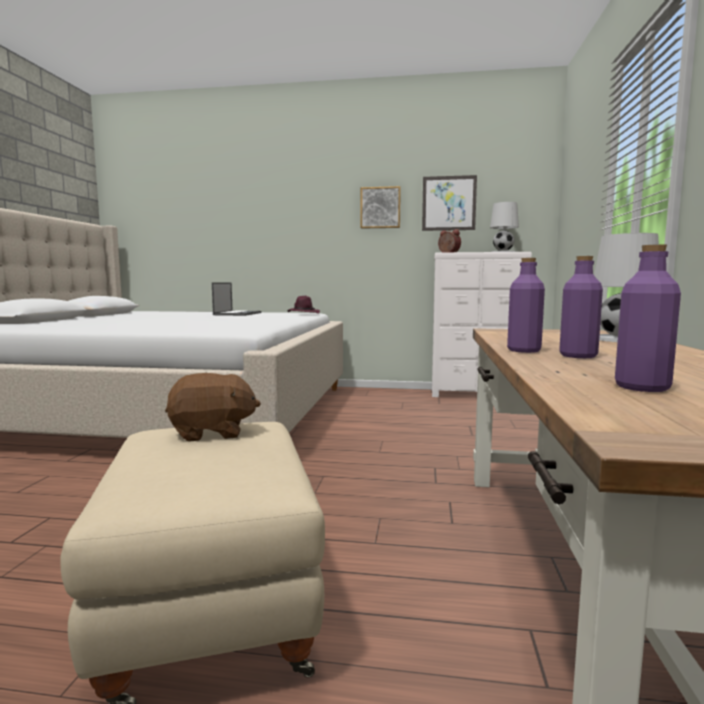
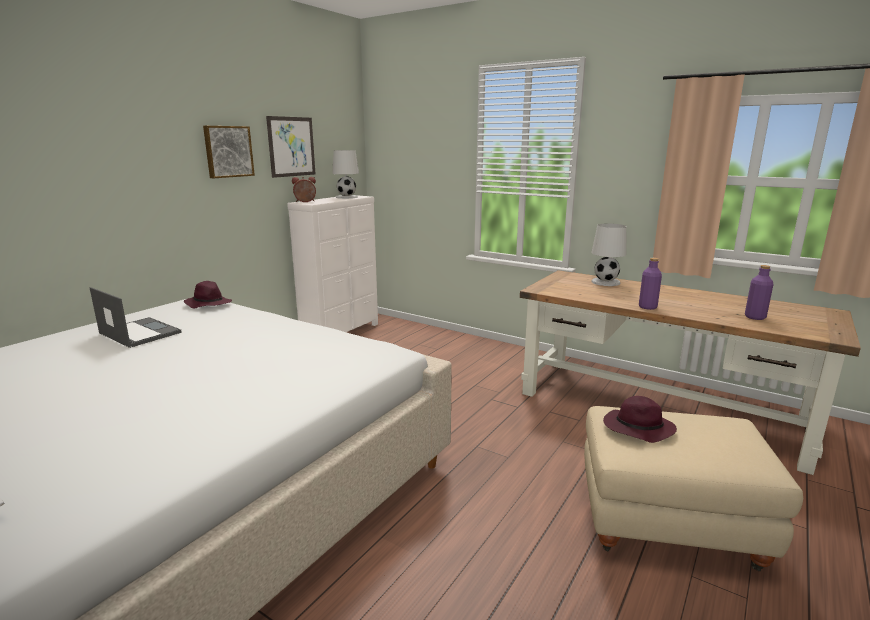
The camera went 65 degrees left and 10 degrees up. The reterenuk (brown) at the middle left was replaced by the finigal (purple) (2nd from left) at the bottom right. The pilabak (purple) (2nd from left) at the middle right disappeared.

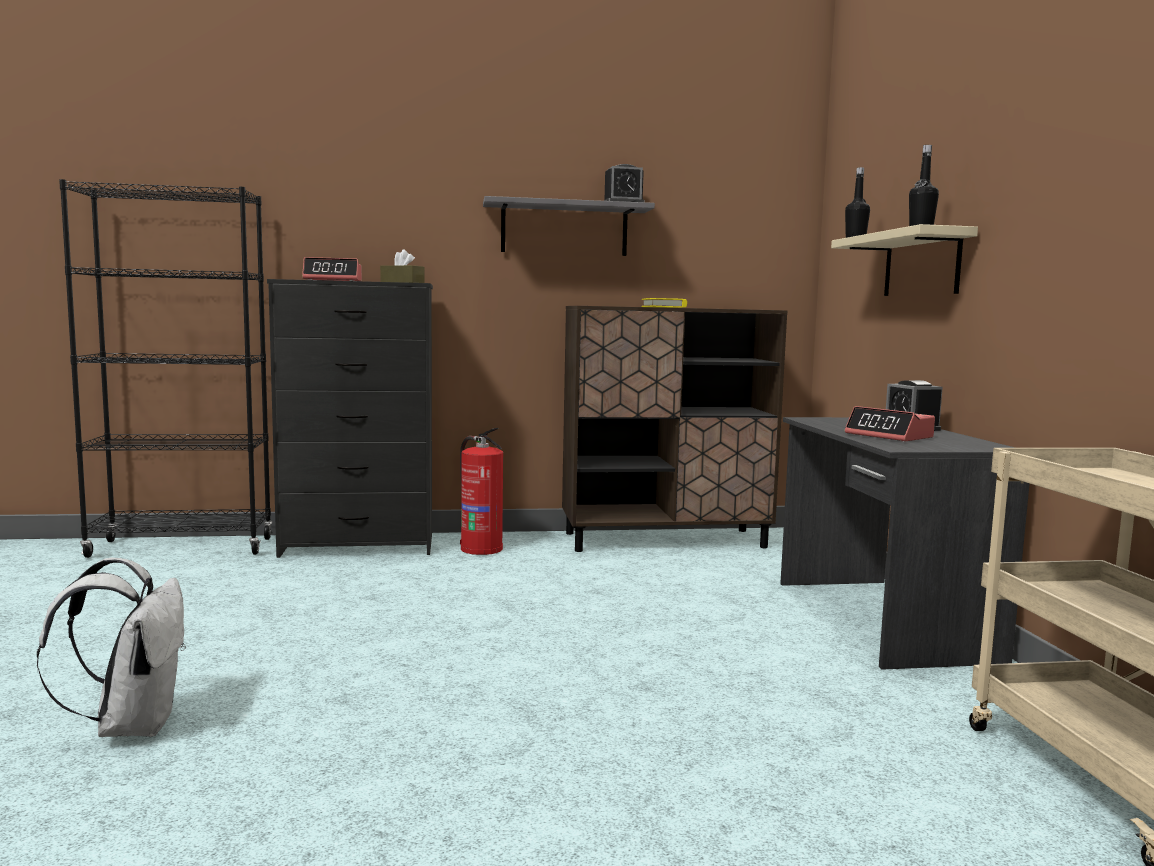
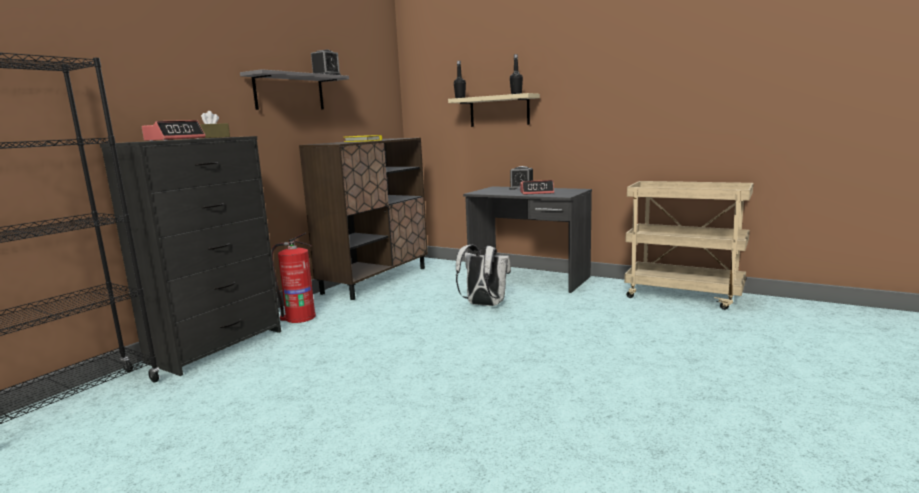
The camera went 50 degrees left and 5 degrees up. The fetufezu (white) moved from the bottom left to the centre.

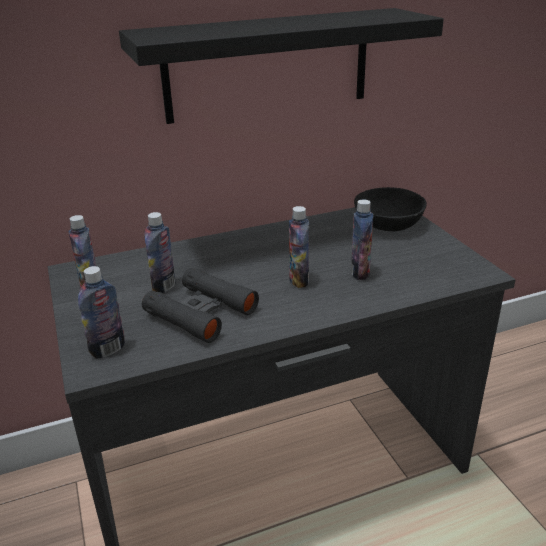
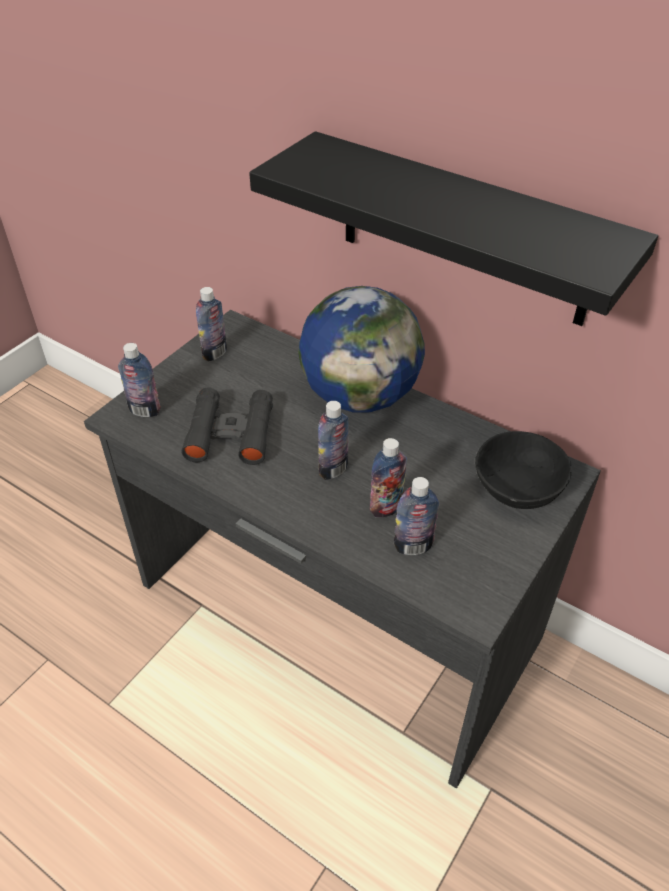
The camera went 55 degrees right and 15 degrees up. The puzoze at the centre appeared. The pilabak (3rd from left in the first image) moved from the middle left to the centre.

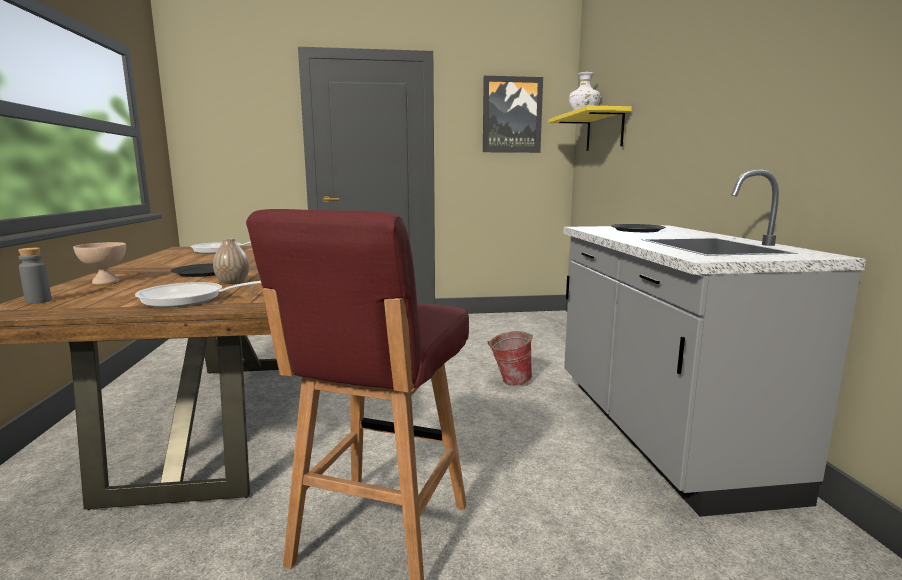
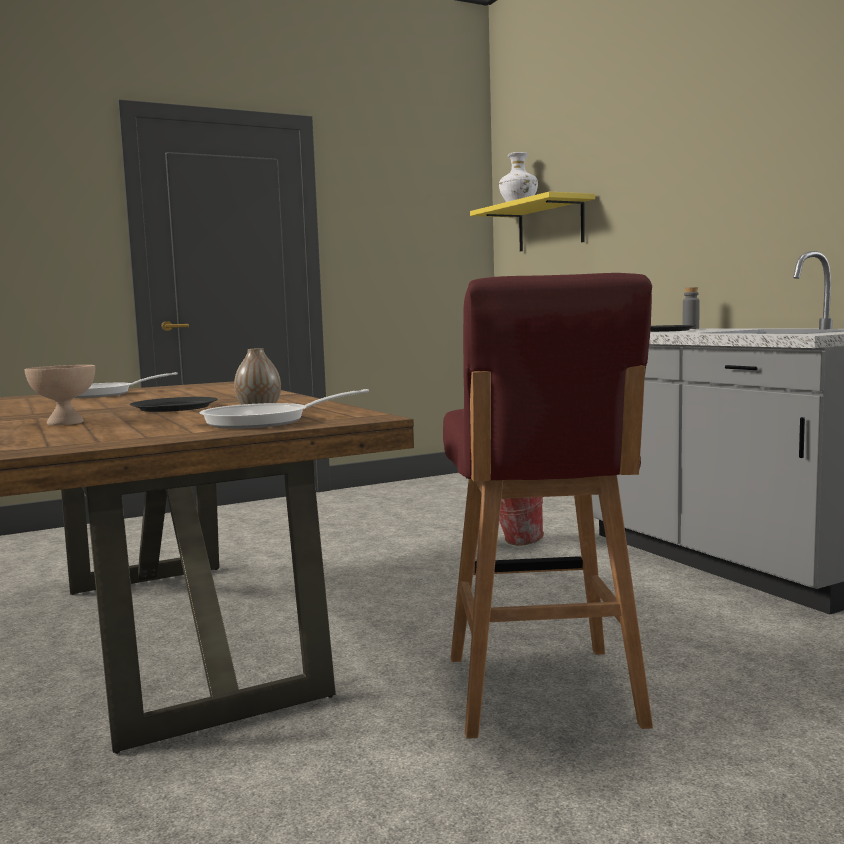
The camera went 20 degrees left and 5 degrees down. The pilabak (grey) moved from the middle left to the middle right. The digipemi at the top centre disappeared.

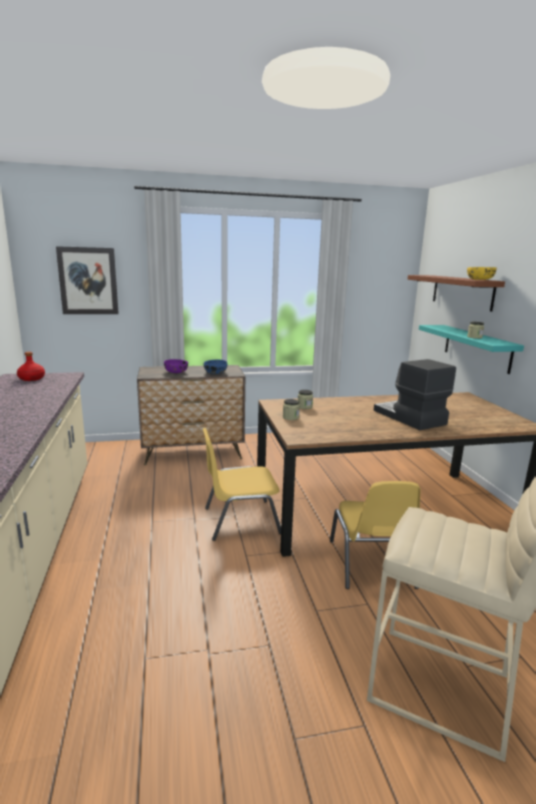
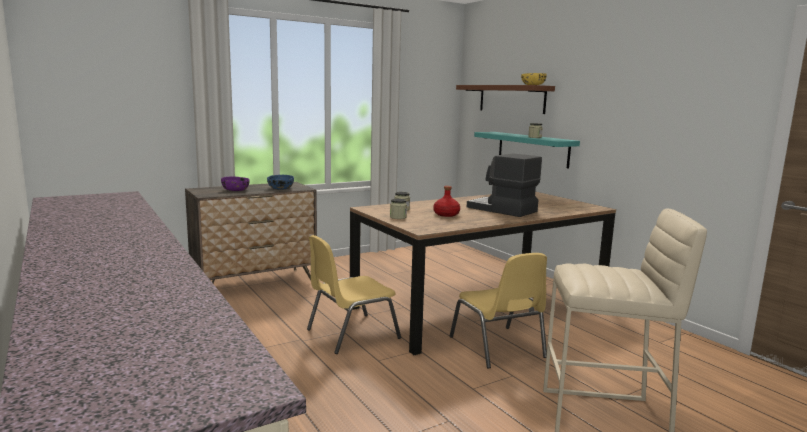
The camera went 20 degrees left and 5 degrees down. The pilabak (red) moved from the middle left to the centre. The digipemi at the middle left disappeared.

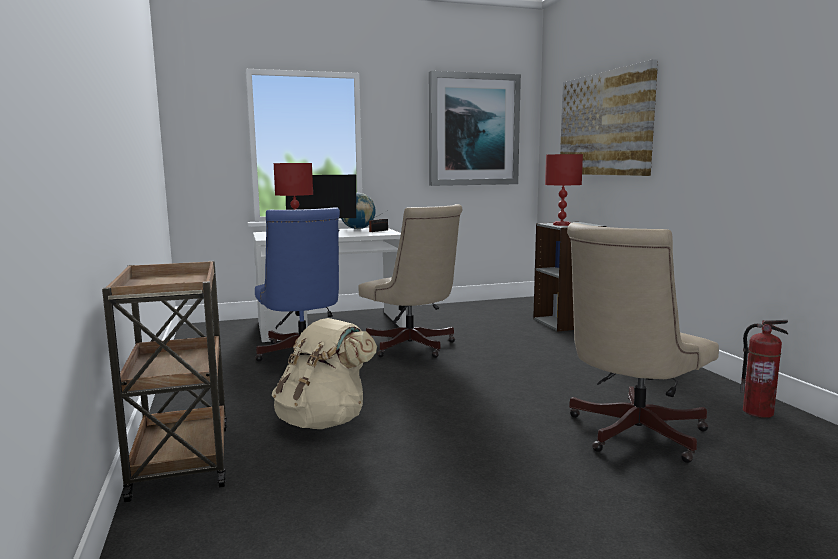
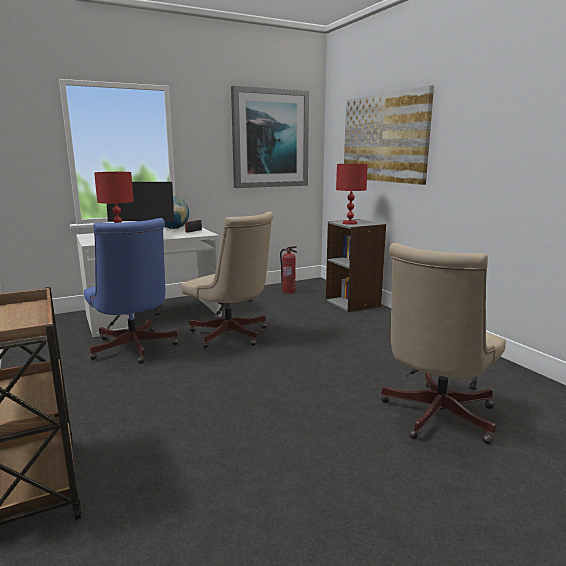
The camera went 10 degrees left and 5 degrees up. The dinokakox moved from the middle right to the centre. The fetufezu (beige) at the bottom centre disappeared.

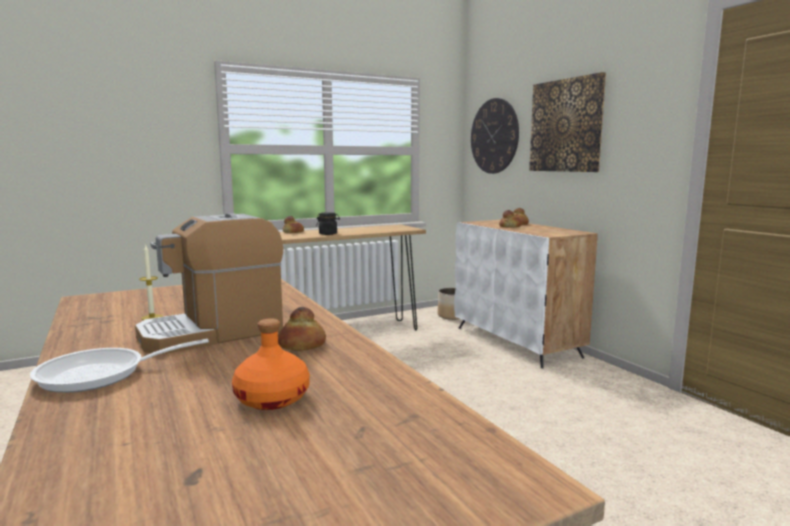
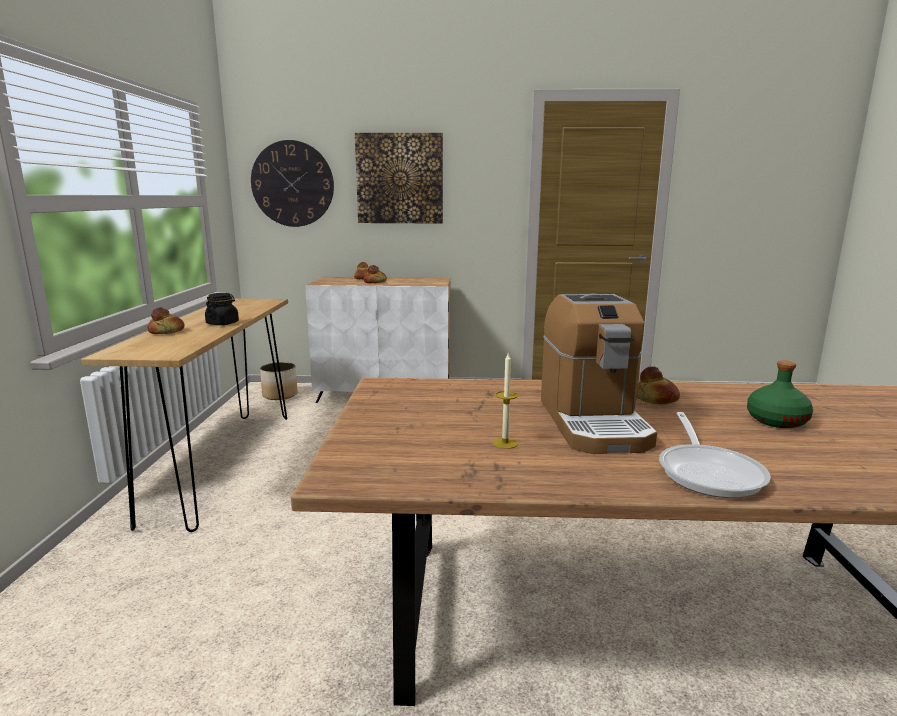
The camera went 60 degrees left and 5 degrees up. The pilabak (orange) at the bottom centre became the pilabak (green) at the middle right.

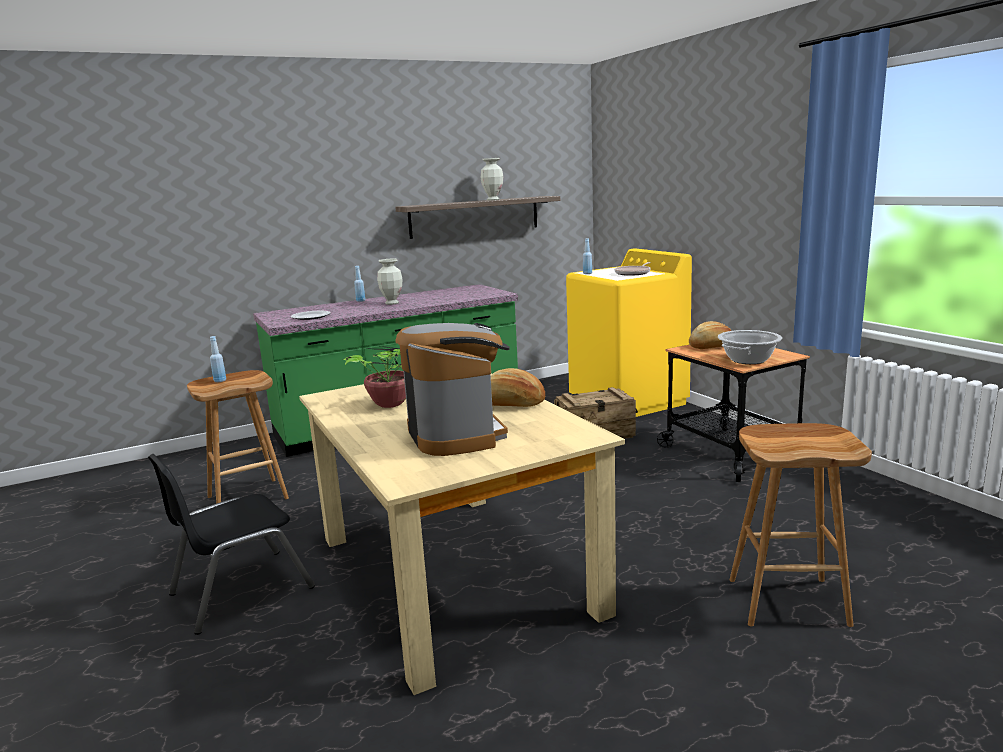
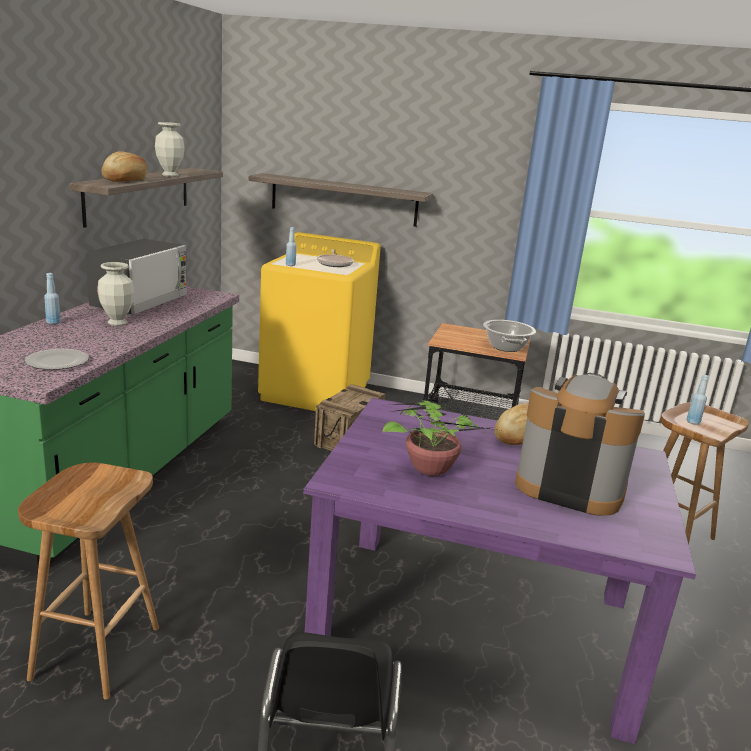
The camera went 50 degrees left and 5 degrees up. The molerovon at the middle left appeared. The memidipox (2nd from left in the first image) moved from the middle right to the top left. The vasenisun (2nd from left) at the top centre appeared. The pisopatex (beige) at the bottom centre became the pisopatex (purple) at the bottom centre. The pilabak (blue) (1st from left in the first image) moved from the middle left to the middle right.

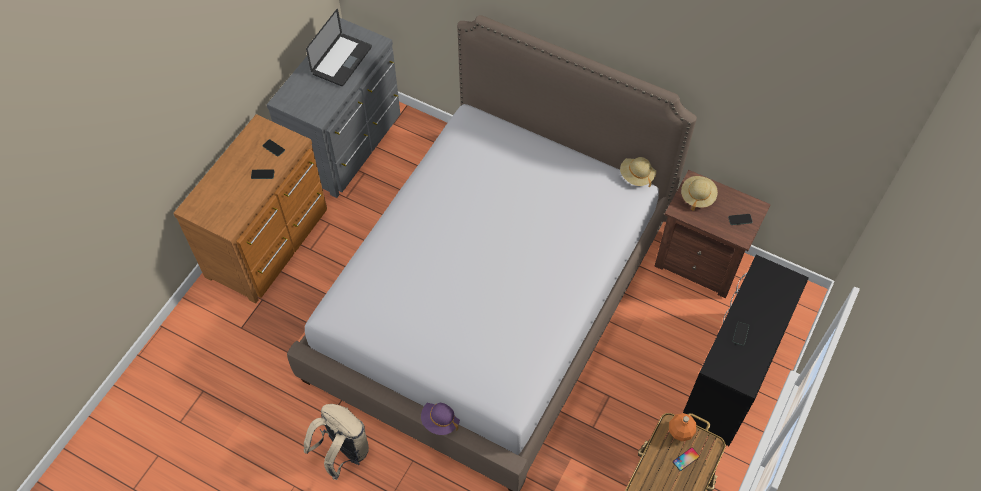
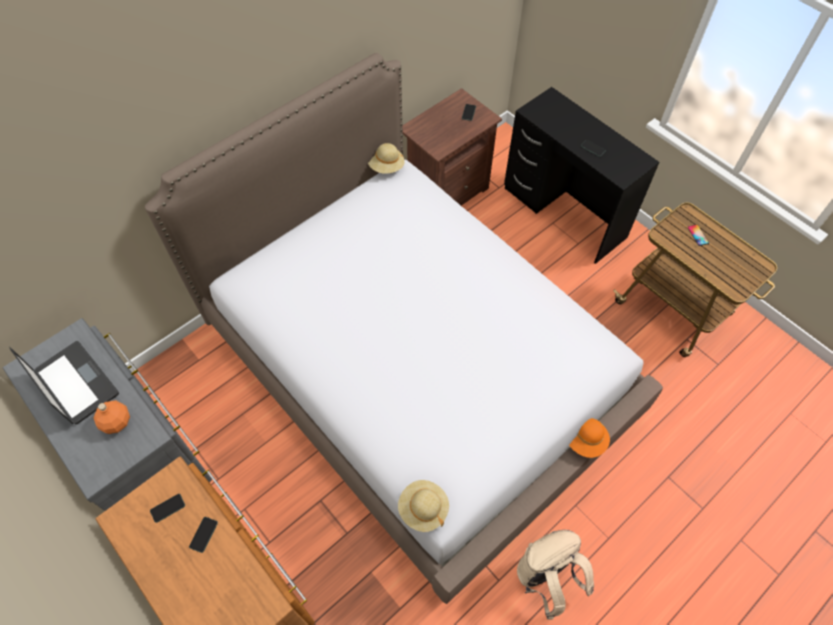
The camera went 70 degrees left and 0 degrees up. The pilabak (orange) moved from the bottom right to the bottom left. The finigal (beige) (2nd from left) moved from the middle right to the bottom centre. The finigal (purple) at the bottom centre became the finigal (orange) at the bottom right.

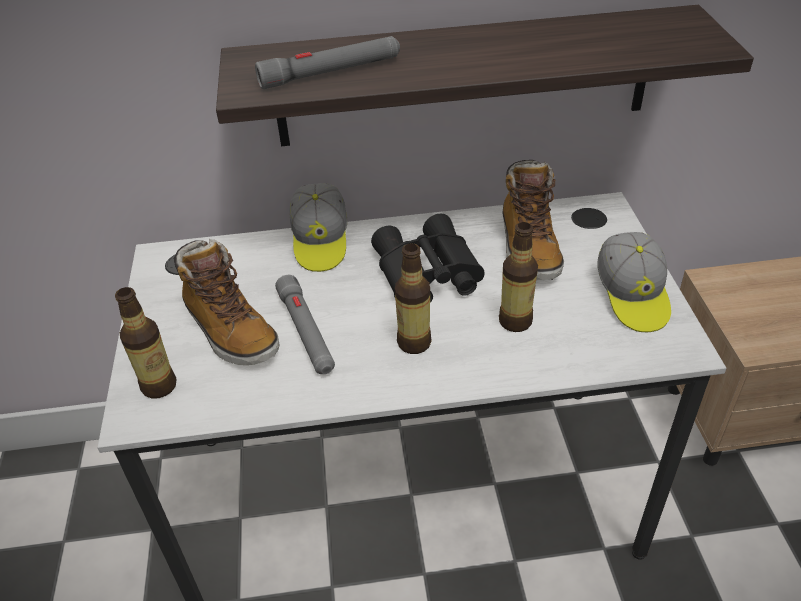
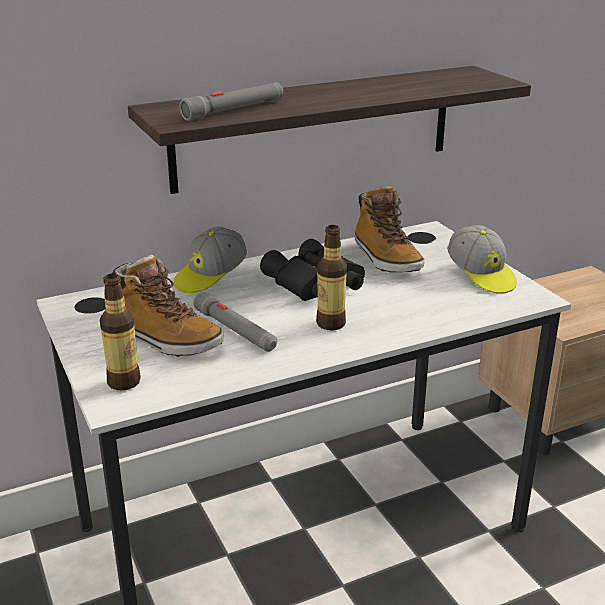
The camera went 20 degrees left and 15 degrees down. The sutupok (1st from left) at the centre turned 60 degrees clockwise. The pilabak (3rd from left) at the centre disappeared.

